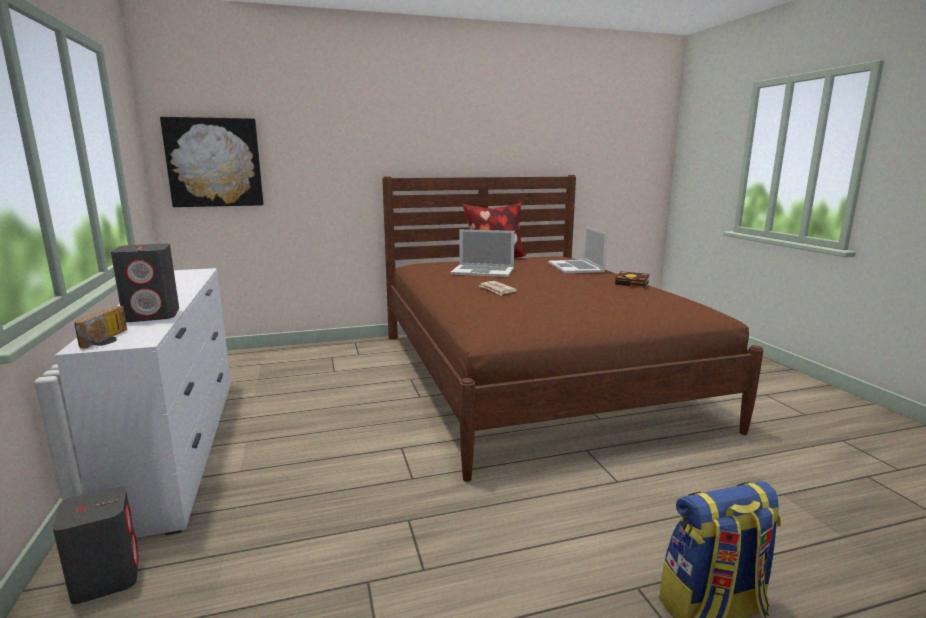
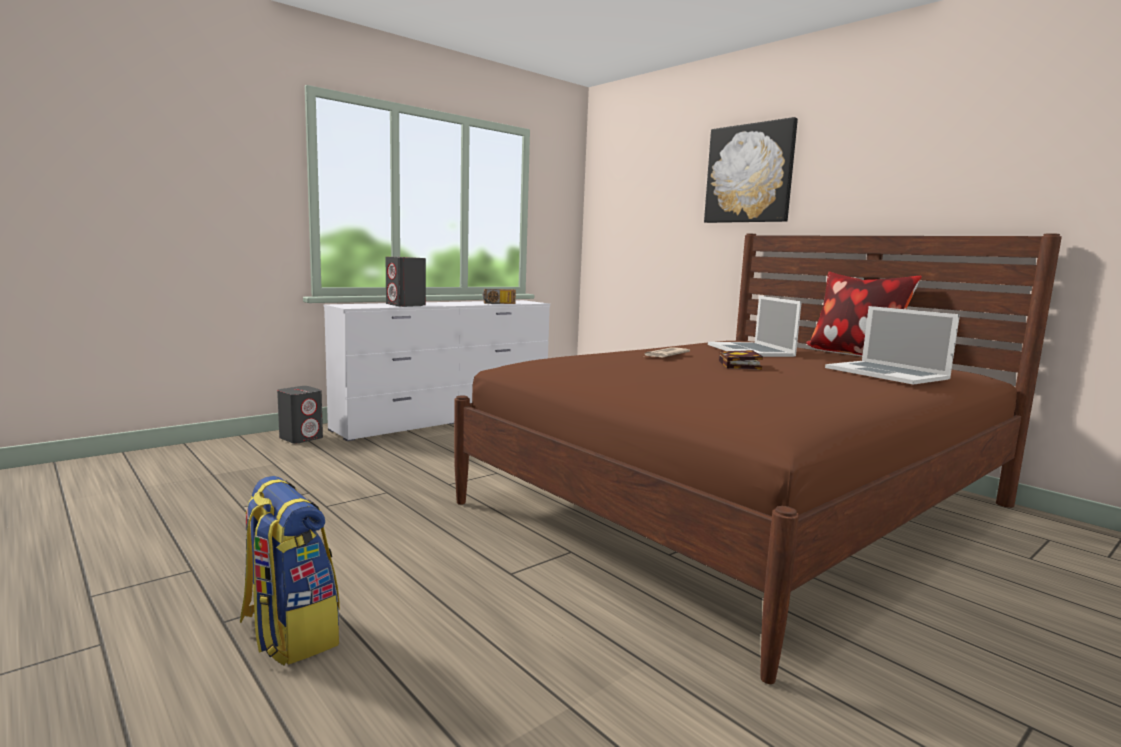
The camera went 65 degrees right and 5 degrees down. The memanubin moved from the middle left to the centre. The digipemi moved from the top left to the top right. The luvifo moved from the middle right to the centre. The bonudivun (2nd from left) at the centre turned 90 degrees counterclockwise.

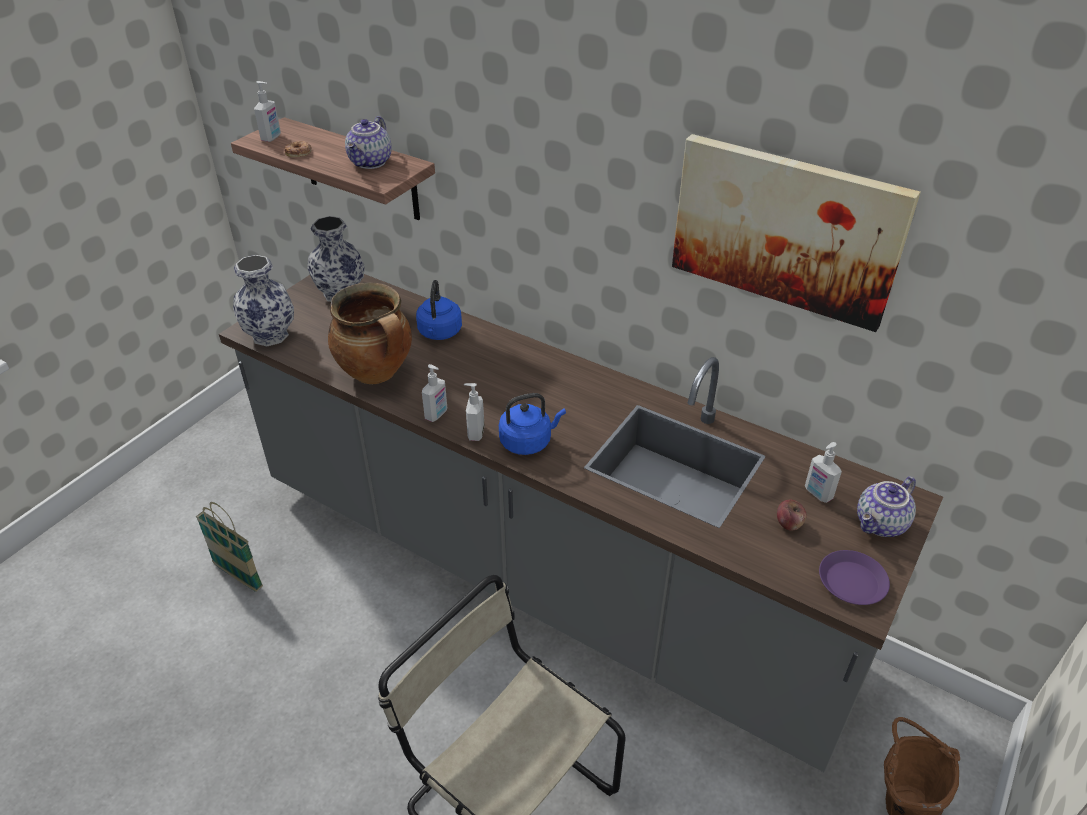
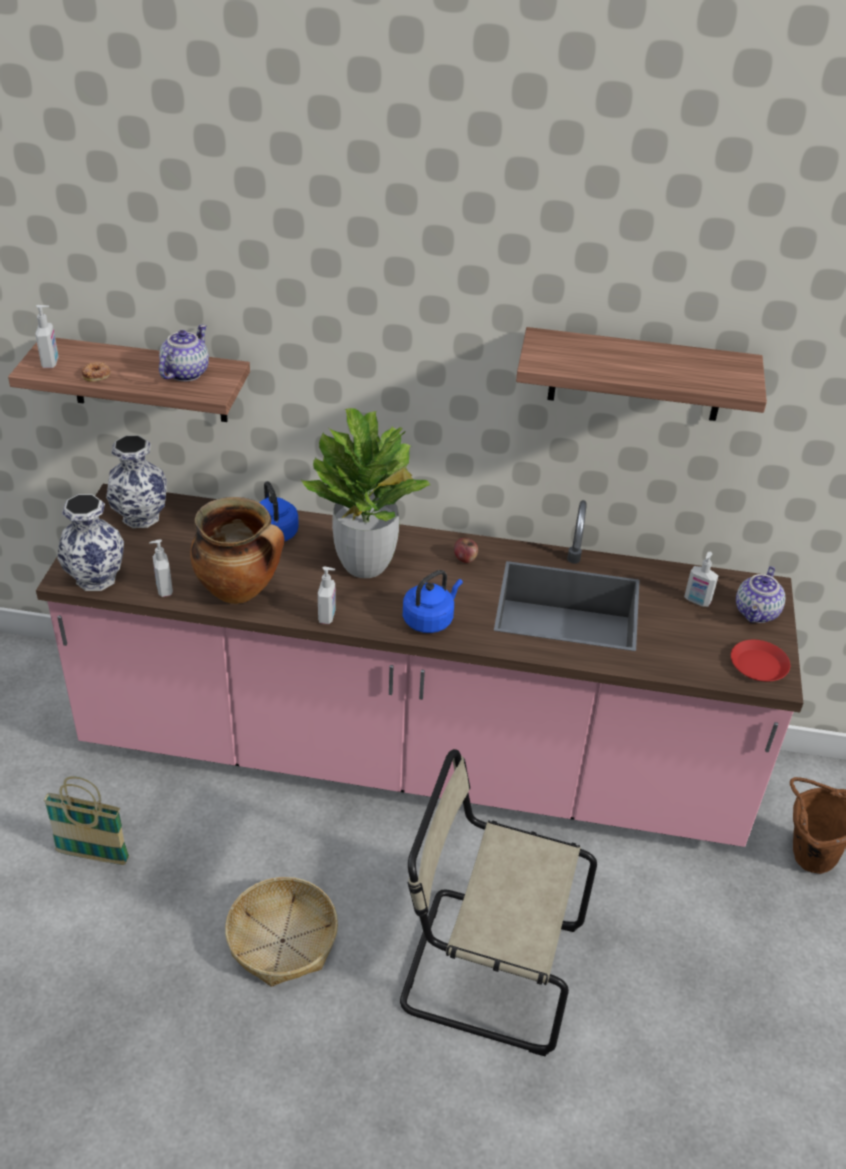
The camera went 25 degrees left and 0 degrees up. The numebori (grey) at the centre became the numebori (pink) at the centre. The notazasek (3rd from left in the first image) moved from the centre to the middle left. The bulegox (1st from left) at the top centre turned 150 degrees counterclockwise. The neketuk (2nd from left) at the bottom left appeared. The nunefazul at the centre appeared. The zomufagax moved from the middle right to the centre. The digipemi at the top right was replaced by the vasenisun (2nd from left) at the top right. The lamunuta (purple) at the bottom right became the lamunuta (red) at the middle right.

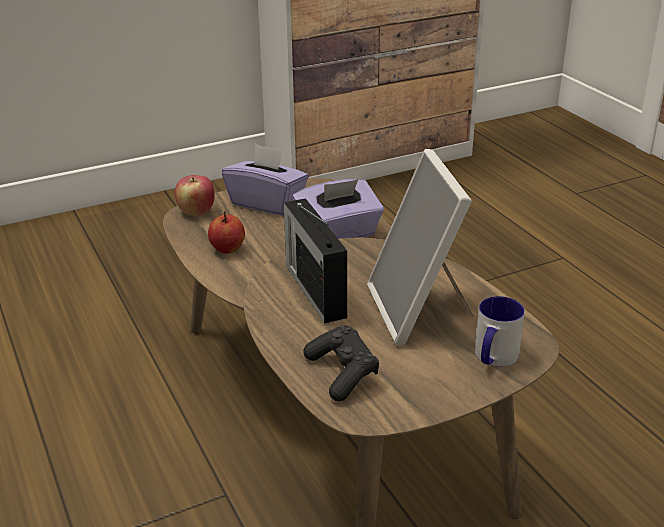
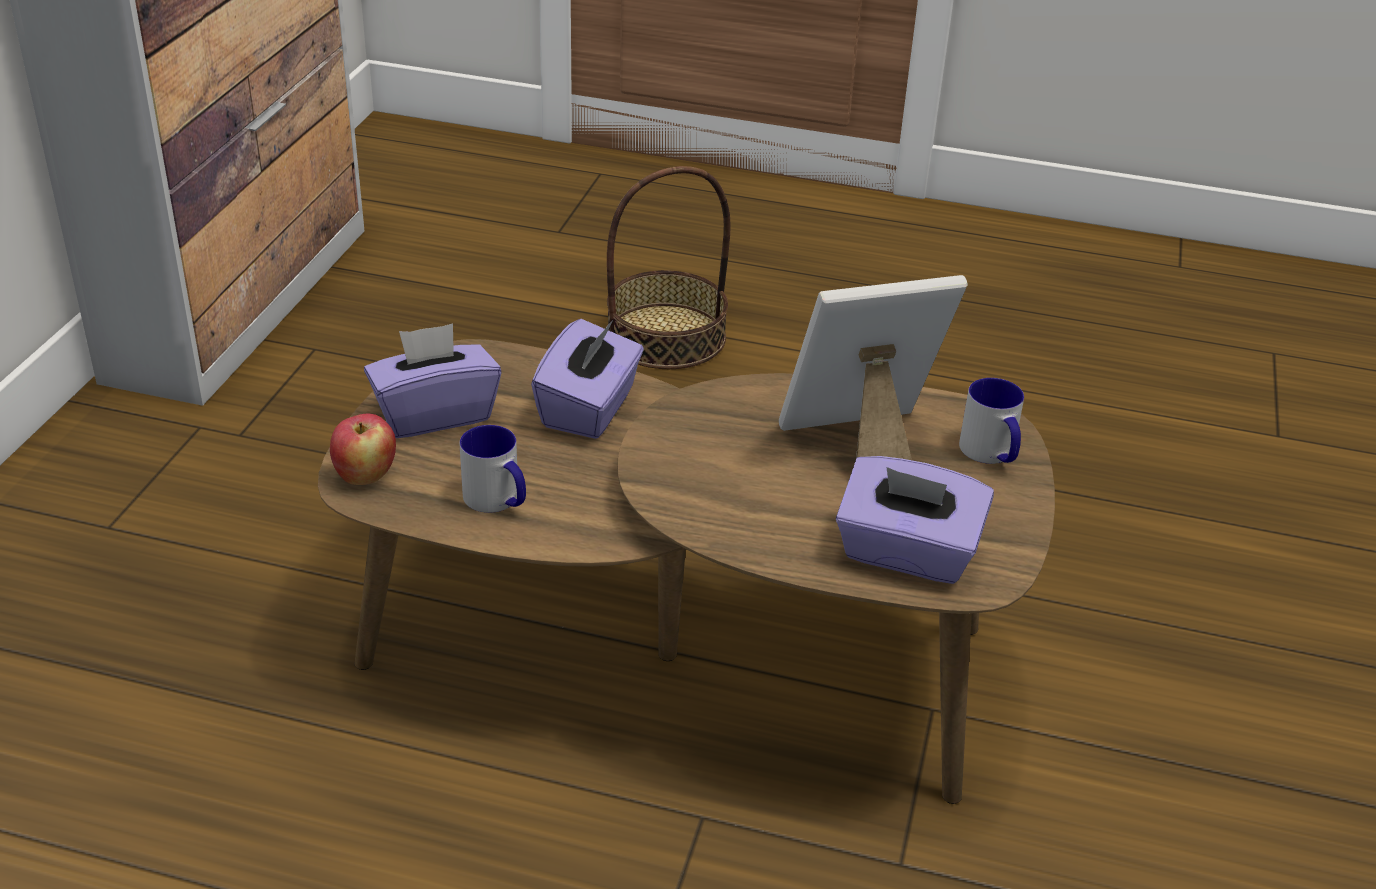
The camera went 50 degrees left and 5 degrees up. The zomufagax (2nd from left) at the centre was replaced by the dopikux (1st from left) at the centre. The neketuk at the top centre appeared. The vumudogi at the centre turned 135 degrees clockwise. The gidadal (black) at the bottom centre was replaced by the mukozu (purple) (3rd from left) at the centre. The memanubin at the centre disappeared.

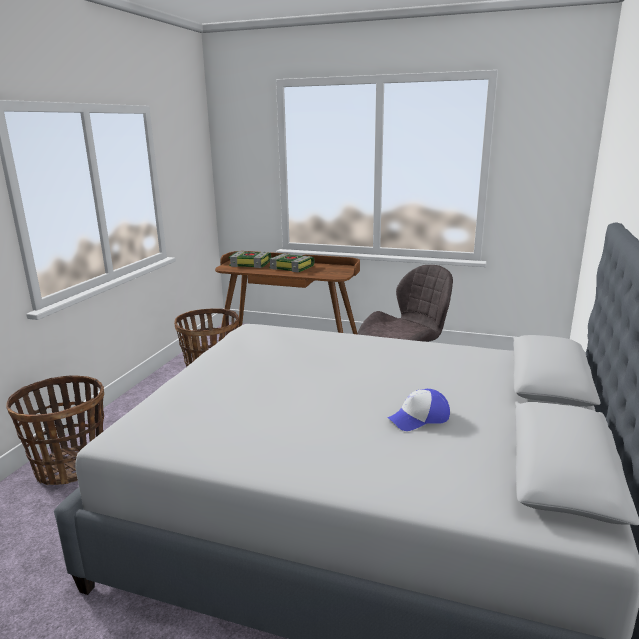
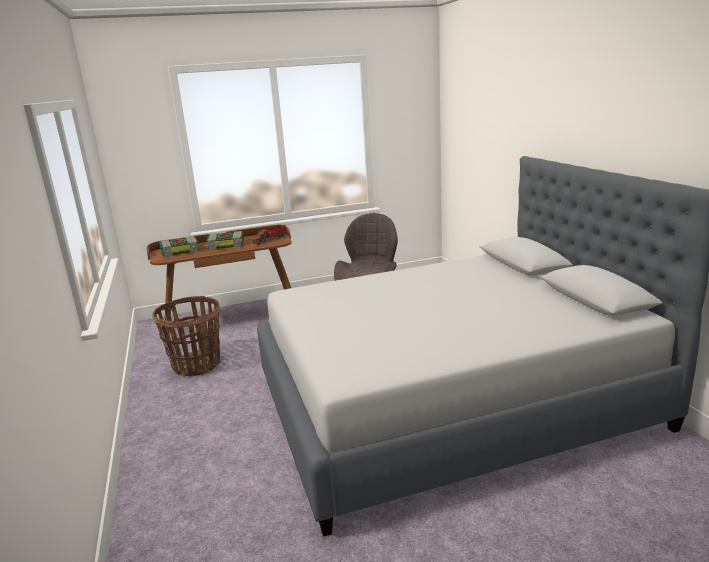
The camera went 35 degrees left and 0 degrees up. The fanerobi at the centre appeared. The neketuk (1st from left) at the bottom left disappeared. The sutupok at the centre disappeared.

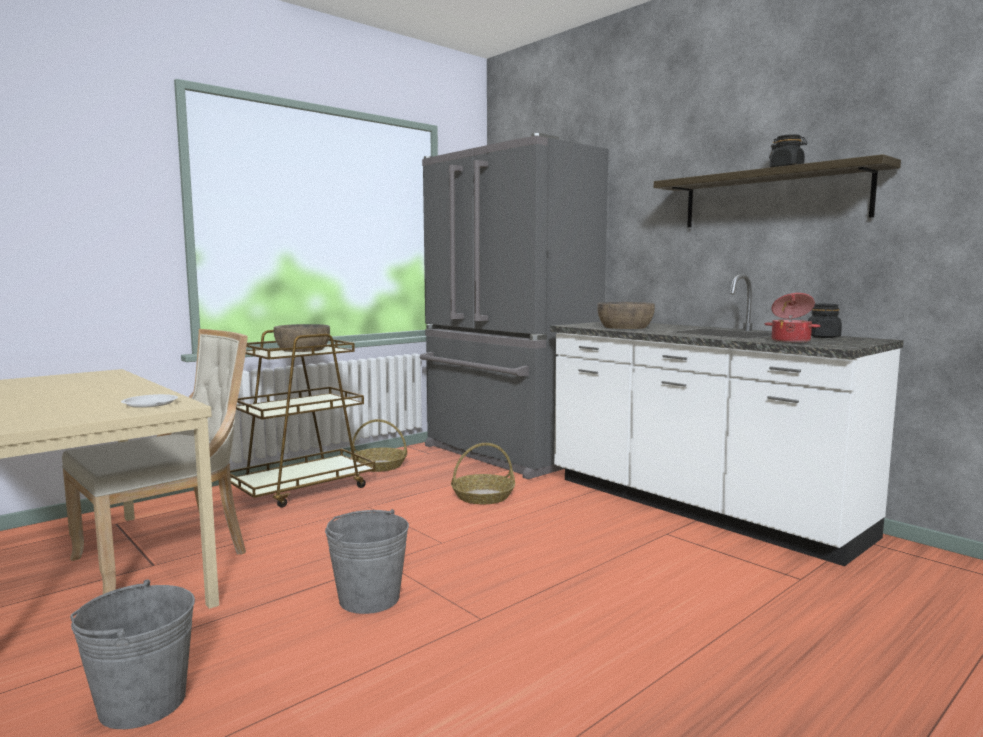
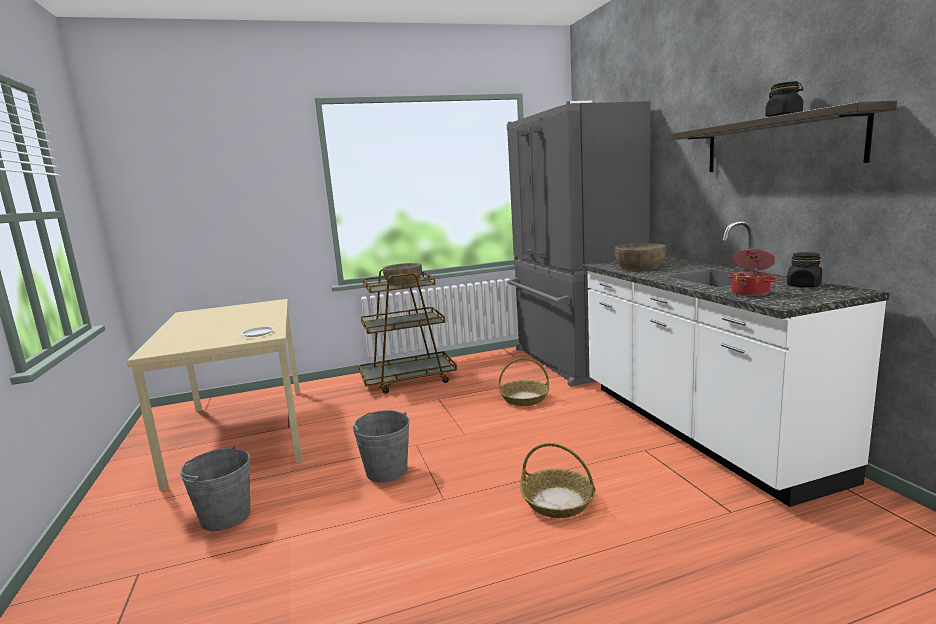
The camera went 25 degrees right and 5 degrees up. The neketuk (1st from left in the first image) moved from the centre to the bottom centre. The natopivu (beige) at the middle left disappeared.

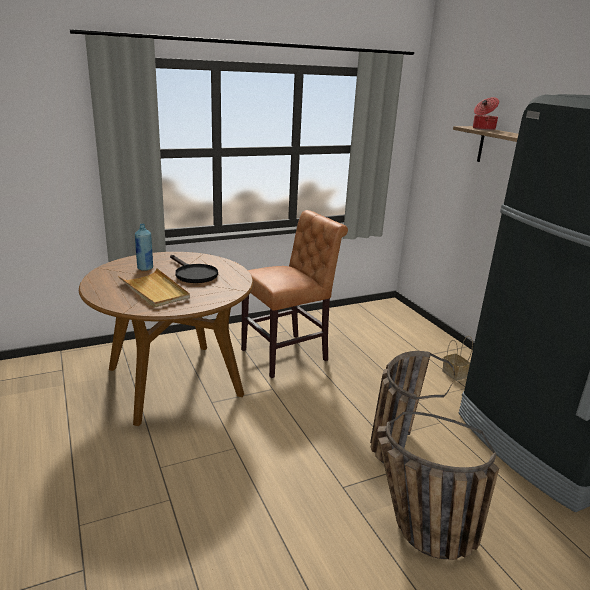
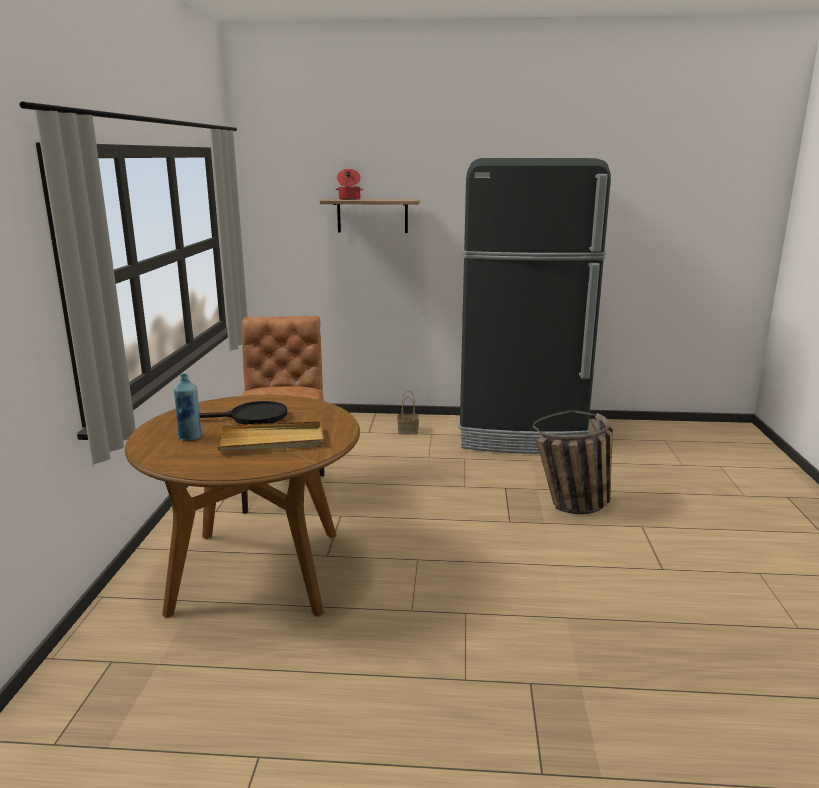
The camera went 60 degrees left and 5 degrees down. The neketuk (1st from left) at the bottom right disappeared.

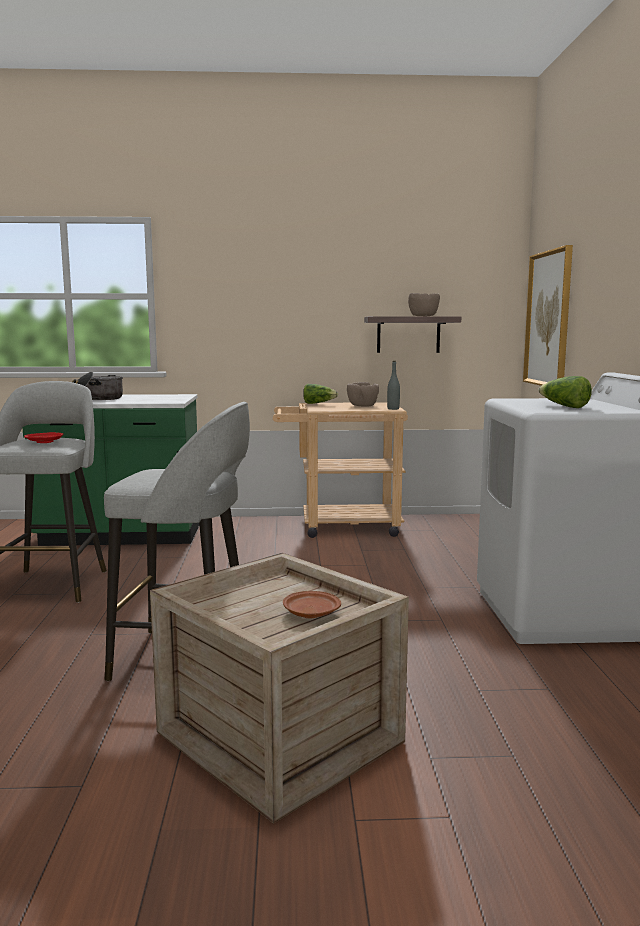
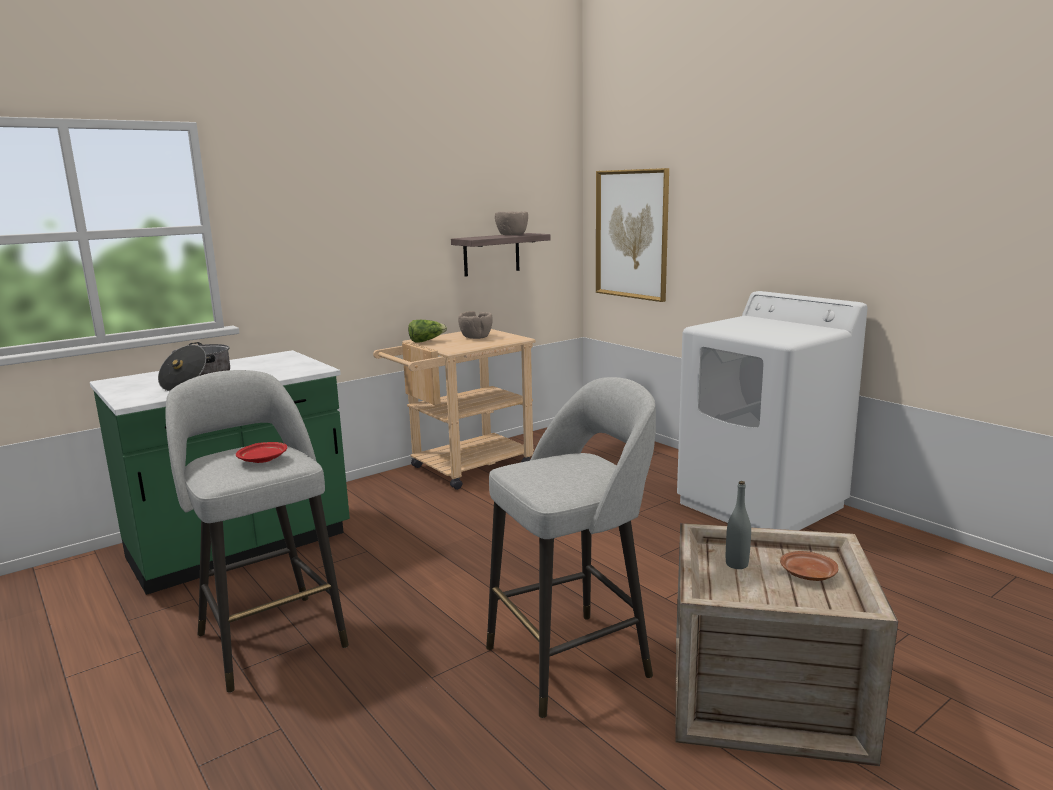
The camera went 35 degrees left and 5 degrees up. The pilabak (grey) moved from the centre to the middle right. The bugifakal (2nd from left) at the middle right disappeared.

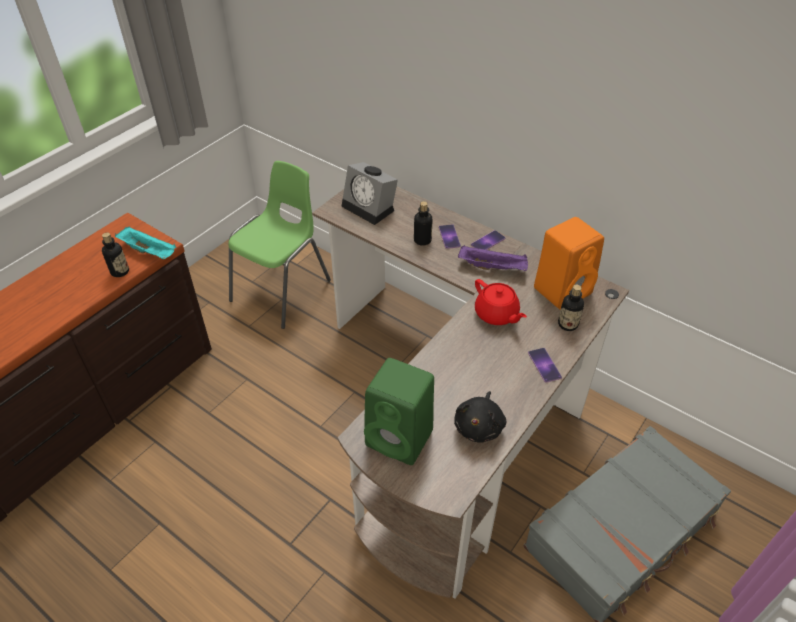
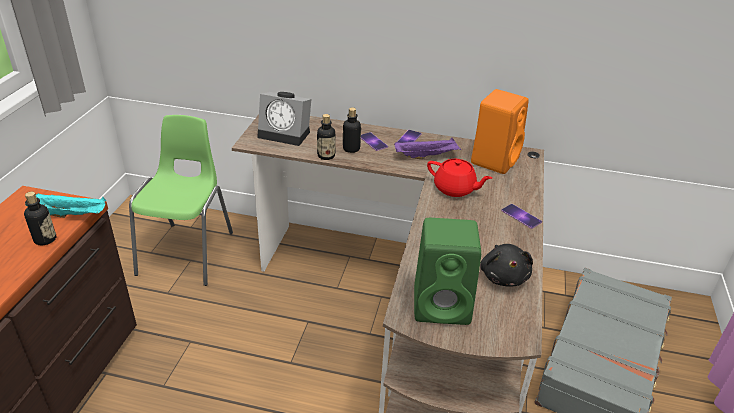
The camera went 25 degrees left and 10 degrees down. The pilabak (3rd from left in the first image) moved from the middle right to the top centre.

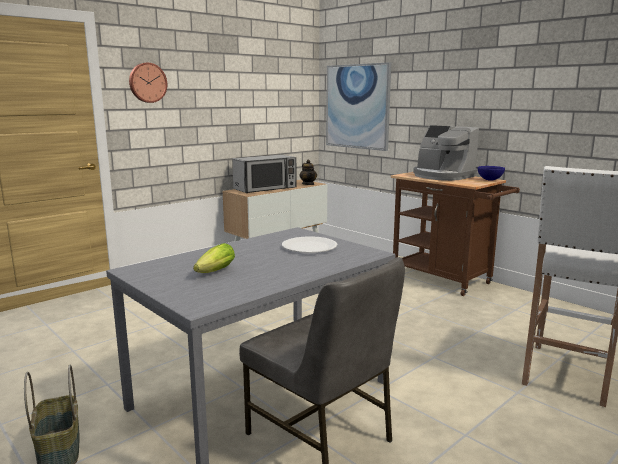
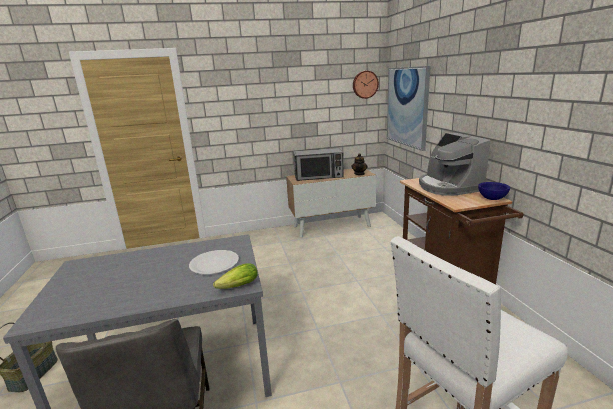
The camera went 30 degrees right and 5 degrees up. The bugifakal moved from the centre to the bottom centre. The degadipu moved from the top left to the top centre.

